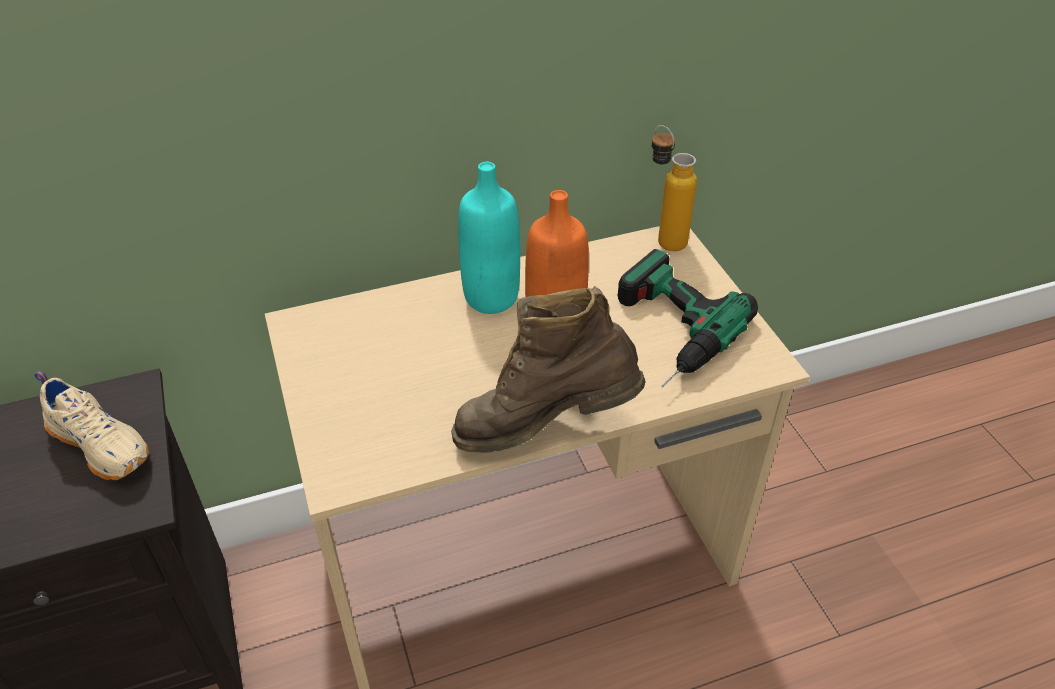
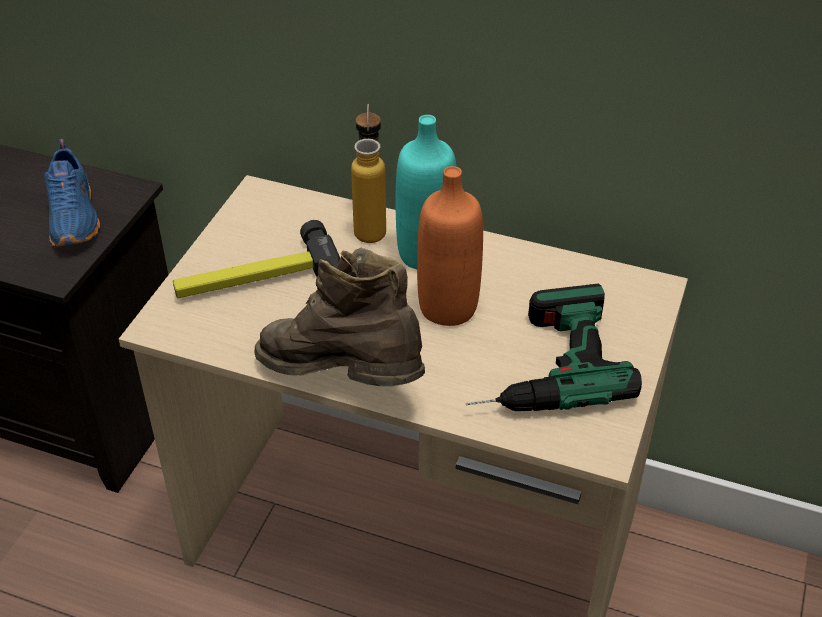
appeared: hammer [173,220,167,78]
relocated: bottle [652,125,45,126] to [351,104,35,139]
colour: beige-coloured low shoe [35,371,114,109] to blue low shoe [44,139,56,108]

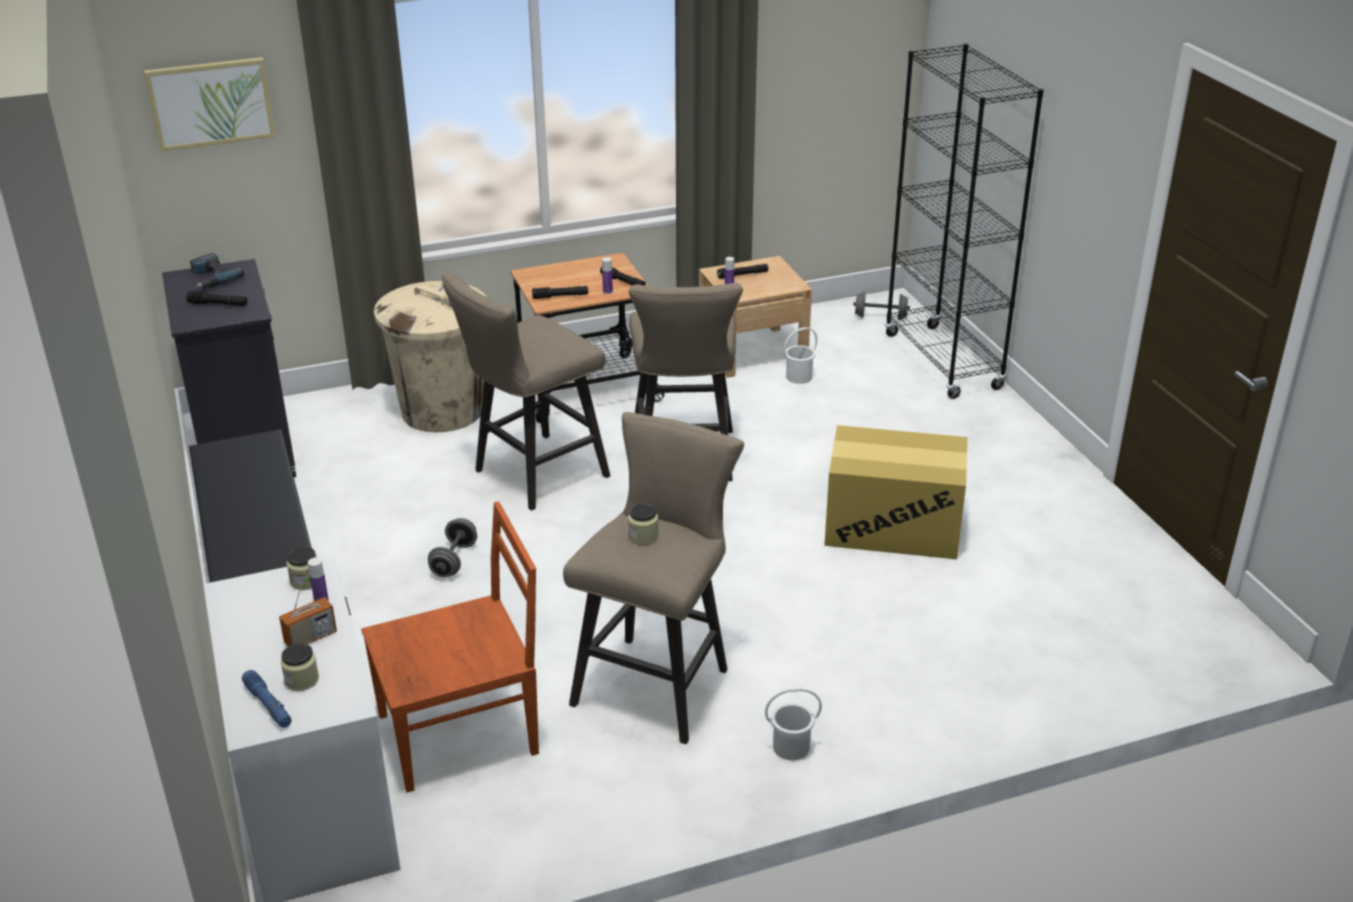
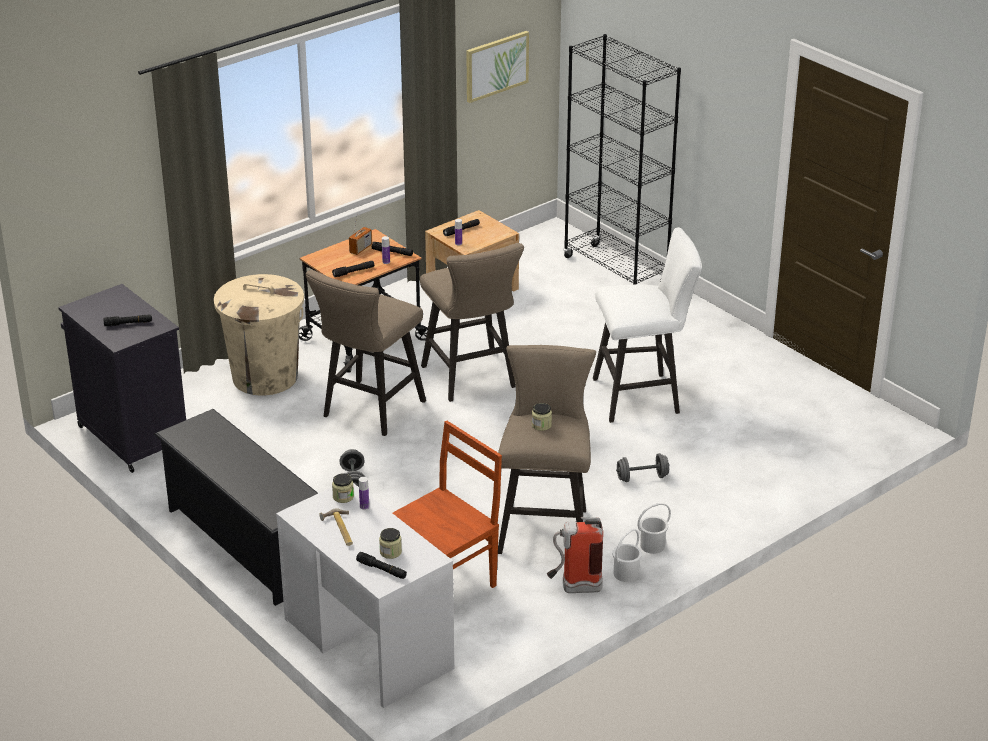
missing: drill [190,253,55,35]
appeared: hammer [320,508,33,38]; fire extinguisher [547,517,56,76]
relocated: radio set [279,572,58,74] to [349,212,23,43]; wall picture [144,57,132,95] to [466,31,63,72]; whitish water bucket [783,327,35,57] to [612,529,30,53]; greyish hand weight [853,291,57,29] to [616,453,53,29]
exchanged: cardboard box [824,425,144,134] to whitish stool [593,227,109,196]
colour: blue flashlight [242,670,50,58] to blackish flashlight [356,552,51,27]

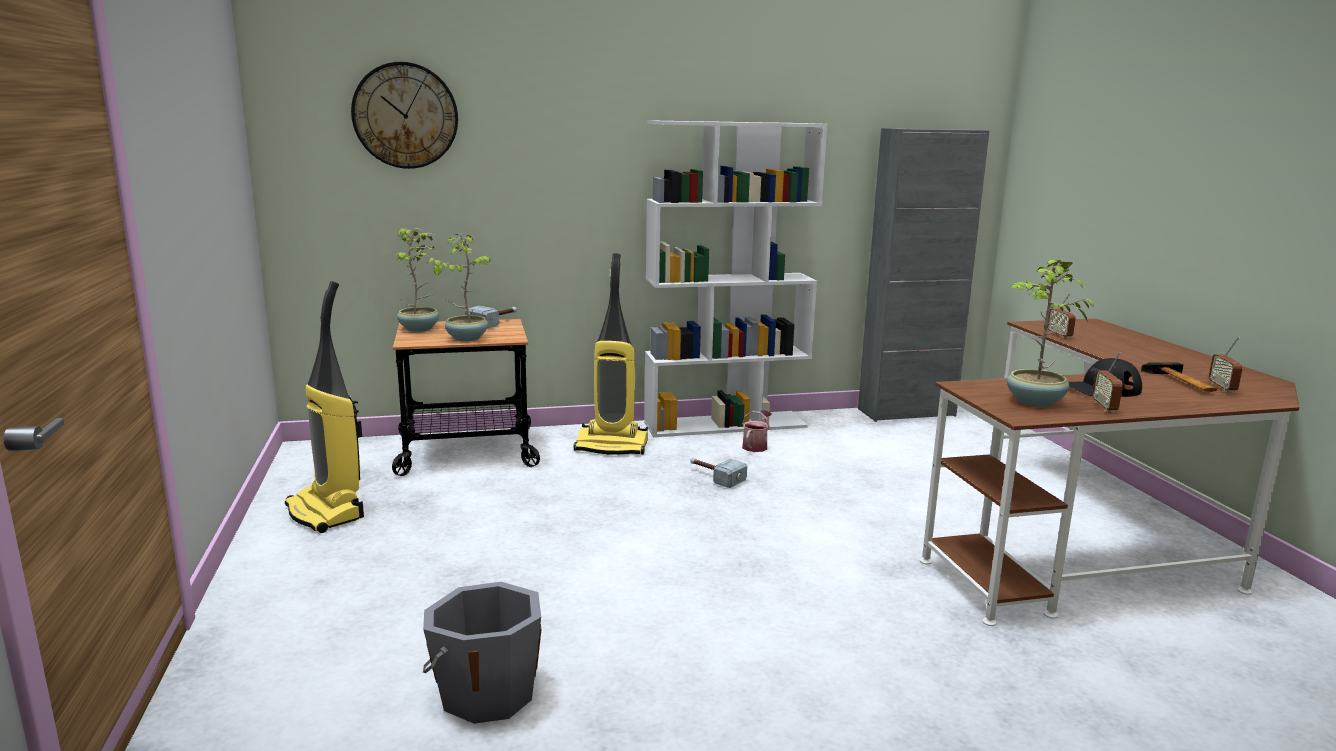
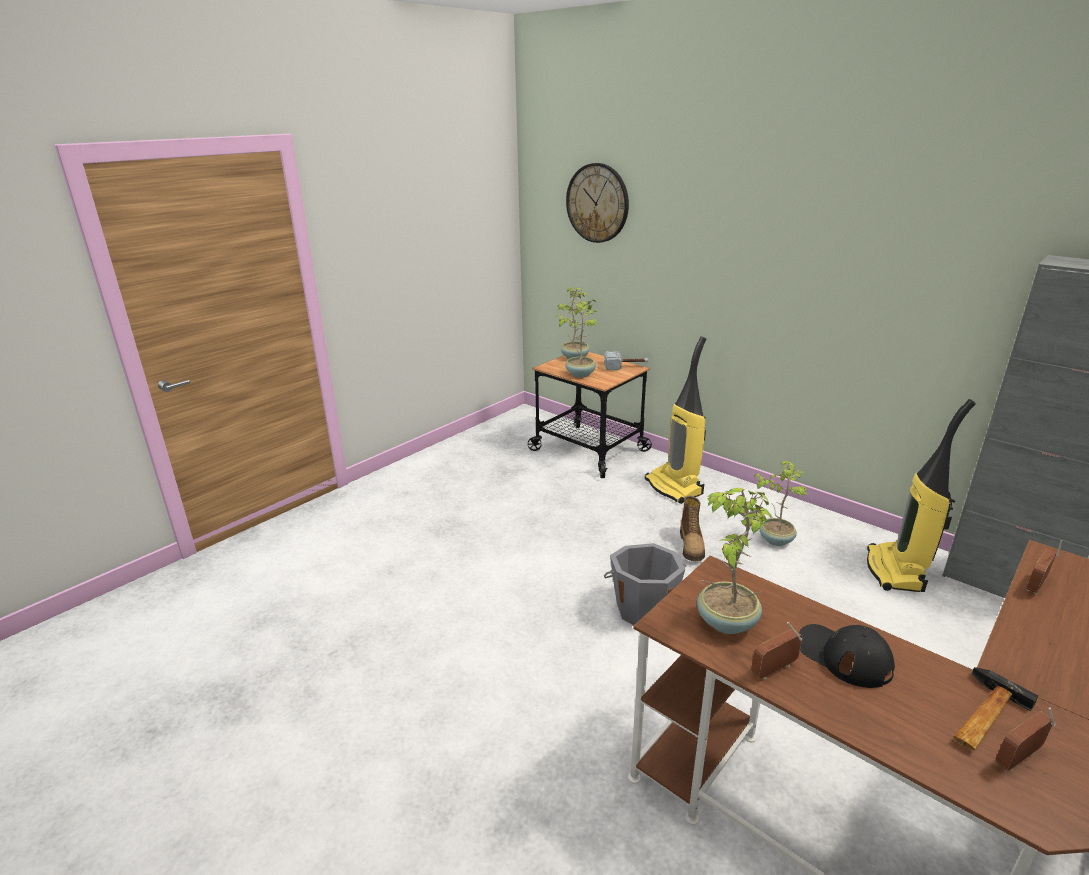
missing: whitish bookcase [644,120,184,317]
relocated: greyish water bucket [423,582,118,142] to [604,543,82,82]; vacuum [285,281,79,252] to [867,399,109,193]
exchanged: hammer [690,458,57,30] to boot [680,496,25,65]; sprinkling can [742,410,30,42] to potted plant [754,460,54,86]

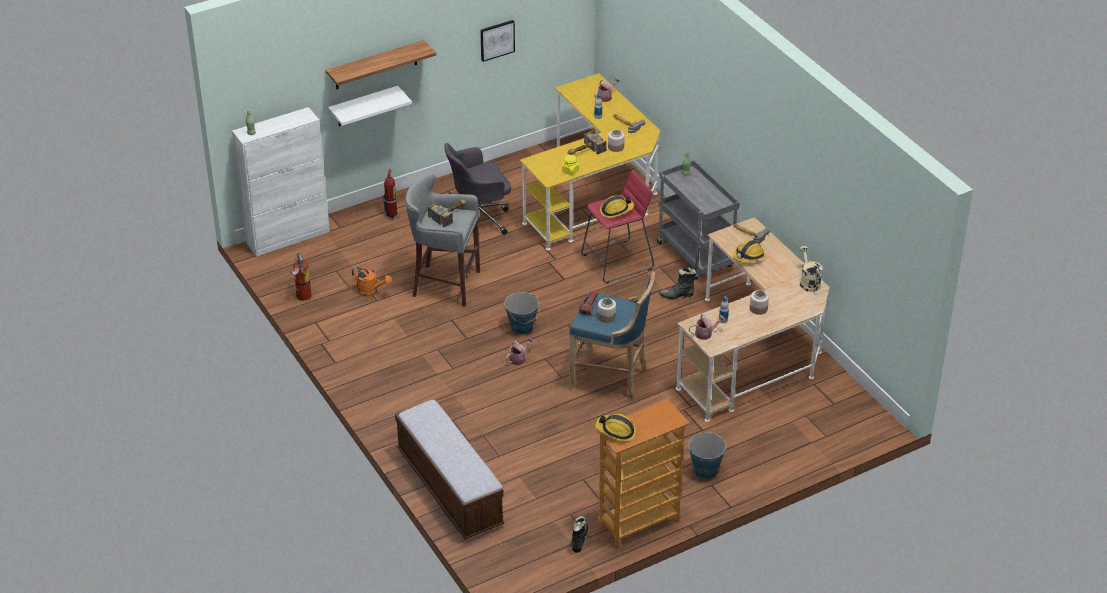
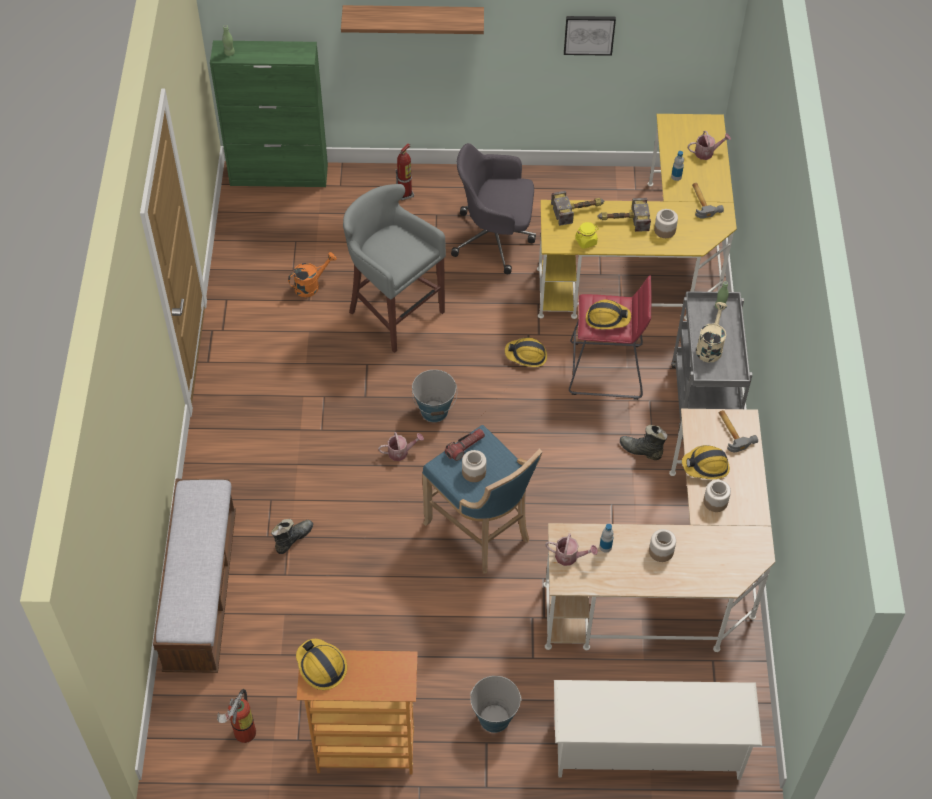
missing: whitish bracket shelf [328,86,84,40]
appeared: safety helmet [505,337,42,30]; whitish shoe stand [554,680,208,100]; storage jar [703,480,28,32]
relocated: fire extinguisher [289,253,23,48] to [217,689,39,54]; blackish boot [571,516,17,37] to [271,519,42,35]; hammer [428,199,38,29] to [551,191,53,35]; beige-coloured sprinkling can [799,246,24,46] to [696,302,31,61]
colour: whitish cupboard [232,107,98,150] to green cupboard [210,40,118,147]
spun: orangey sprinkling can [352,267,40,30] = [288,252,49,45] 90 degrees counterclockwise

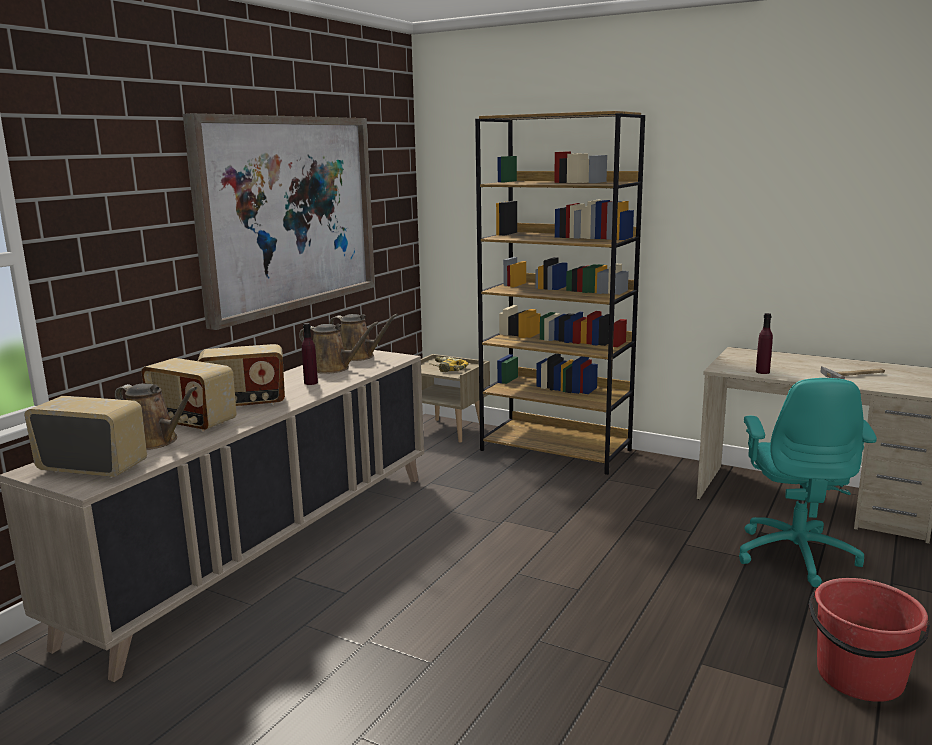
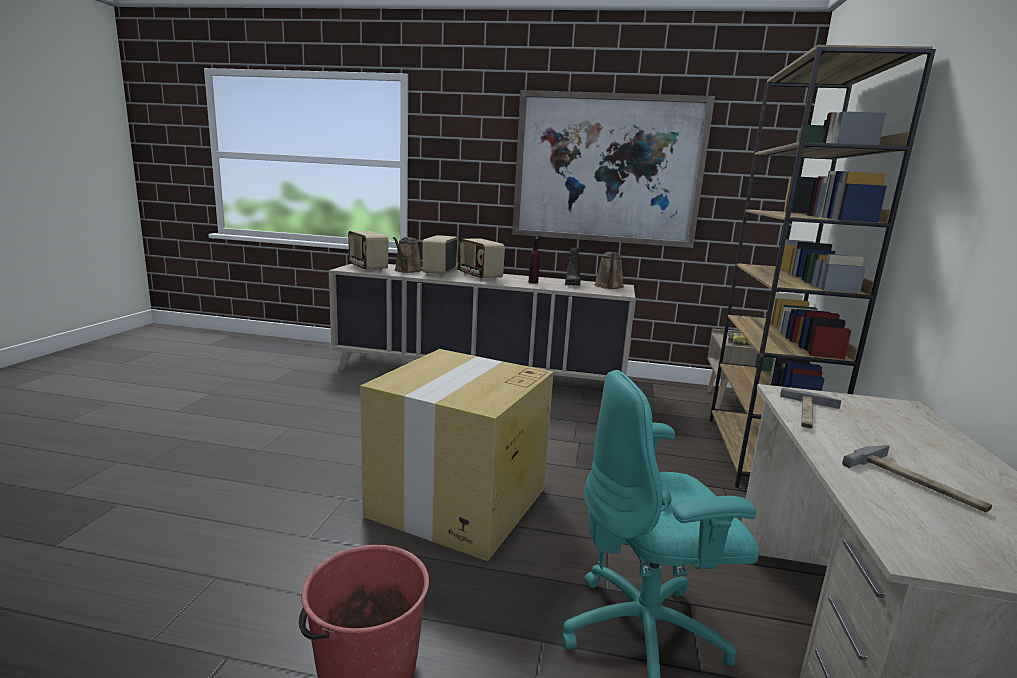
appeared: cardboard box [360,349,194,212]
exchanged: brown-coloured sprinkling can [299,322,80,52] to blackish boot [565,247,16,39]; purple-coloured bottle [756,313,17,61] to hammer [780,388,61,41]
spun: radio set [25,396,122,82] = [348,231,40,40] 150 degrees clockwise

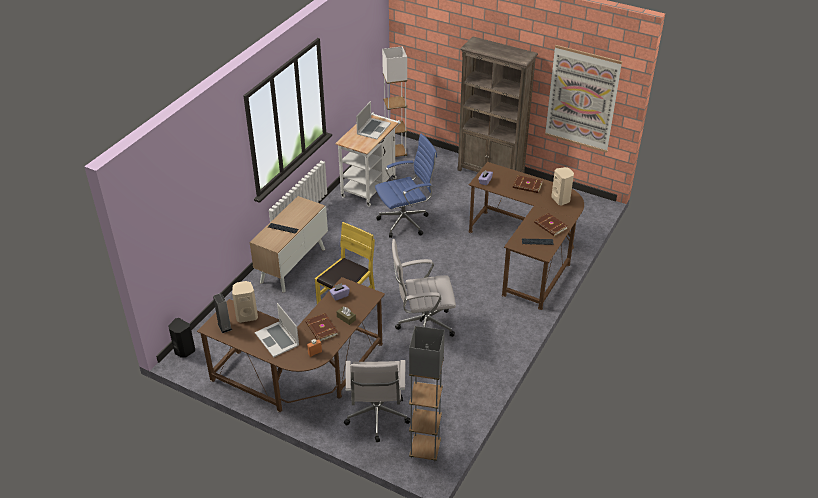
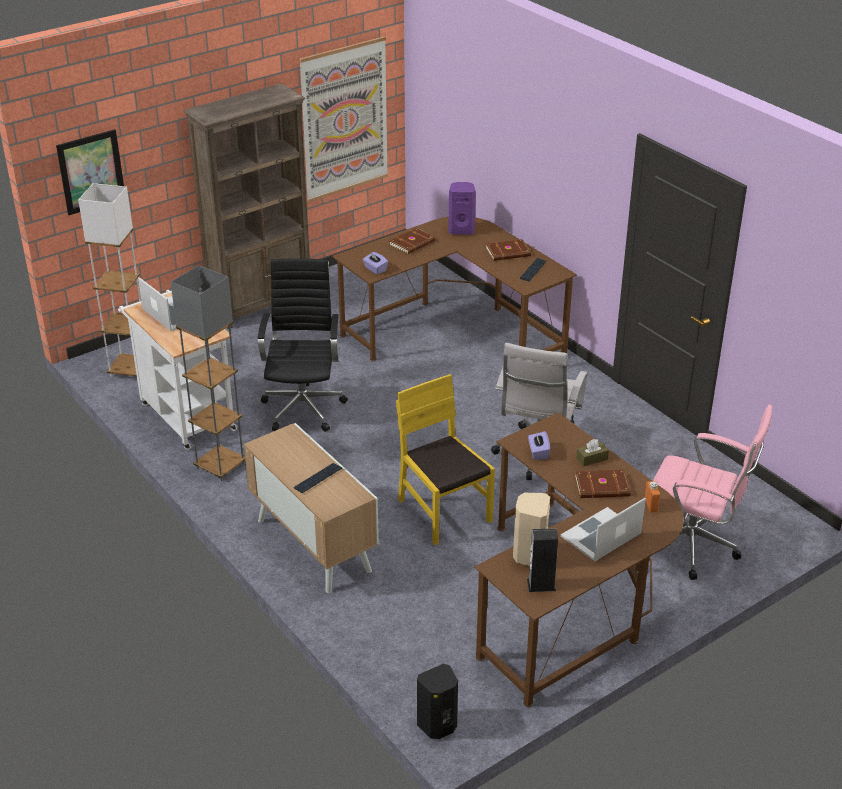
appeared: wall picture [56,129,68,86]
relocated: greyish floor lamp [409,326,36,136] to [171,265,74,216]
colour: blue office chair [375,134,62,104] to blackish office chair [258,258,90,174]; beige-coloured speaker [551,167,23,39] to purple-coloured speaker [448,182,28,53]; whitish office chair [344,360,66,82] to pink office chair [653,404,119,176]
spun: notebook computer [255,303,44,54] = [561,498,85,63] 150 degrees clockwise

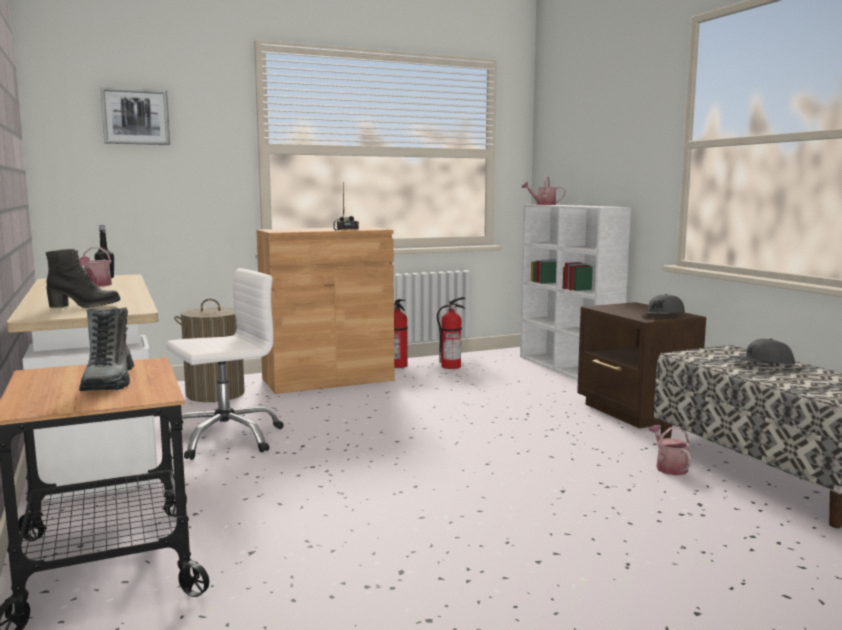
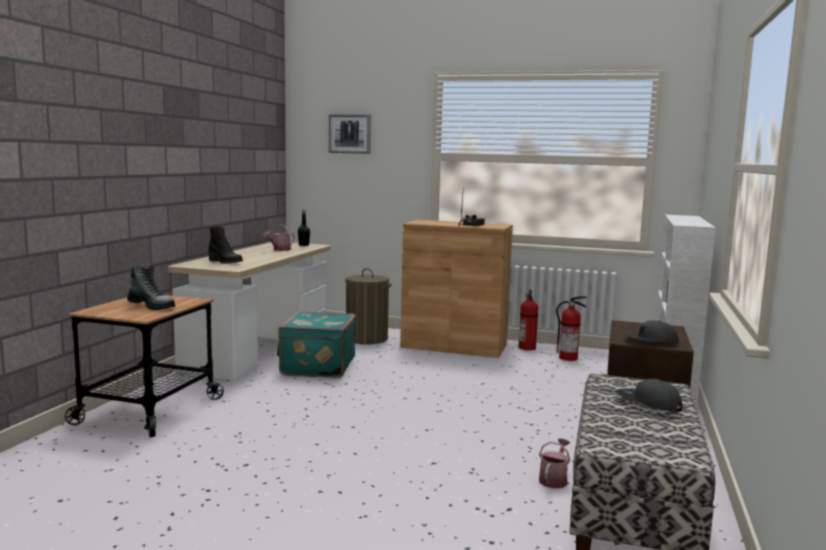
missing: sprinkling can [522,176,43,29]
exchanged: whitish office chair [166,268,118,192] to turquoise travel case [277,311,79,67]
spun: boot [79,307,55,84] = [127,264,48,46] 90 degrees counterclockwise

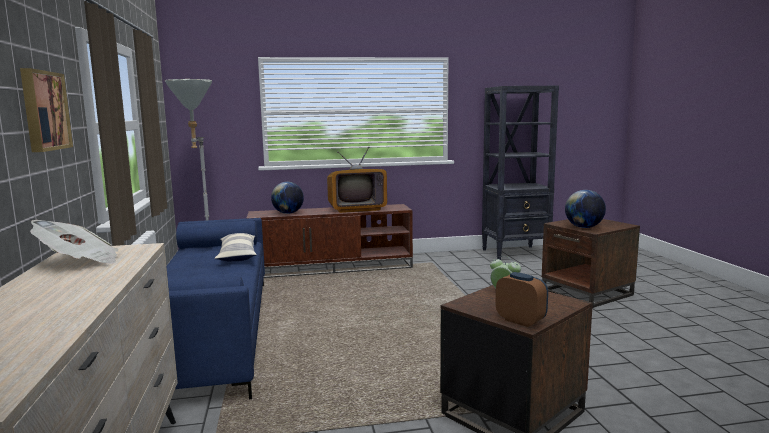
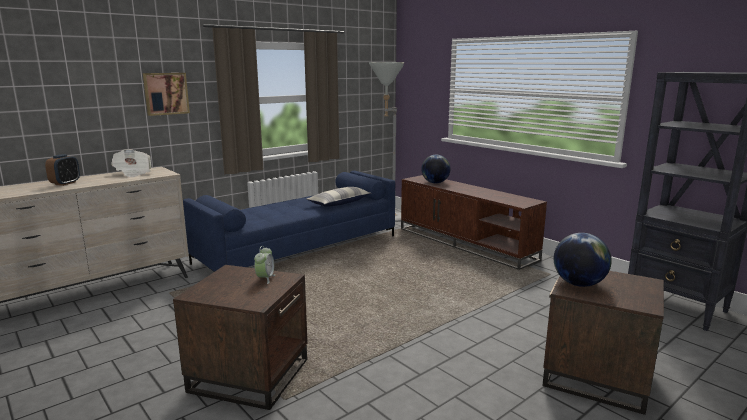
missing: TV set [327,147,60,66]
relocated: bedside clock [496,272,52,55] to [45,154,35,32]

